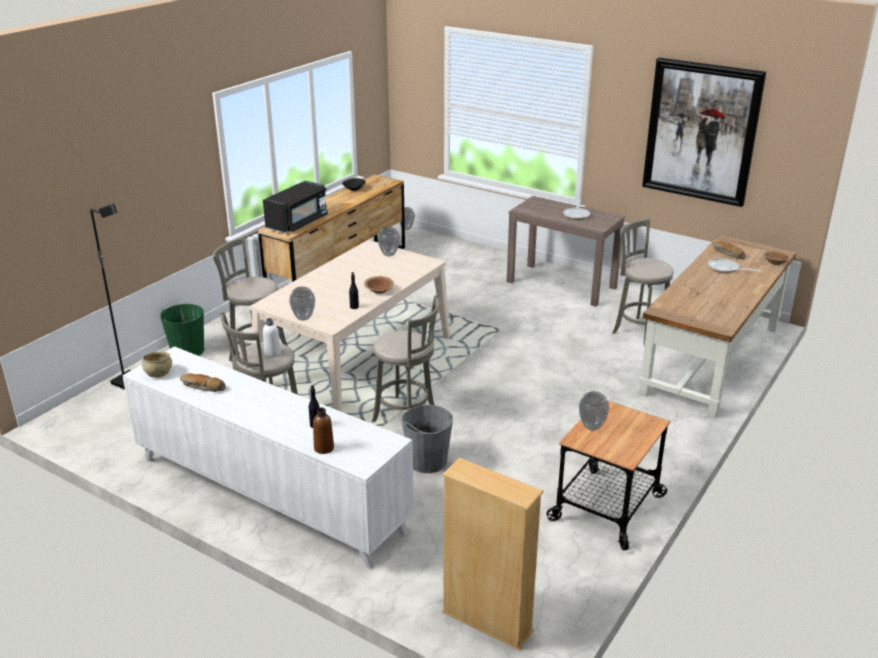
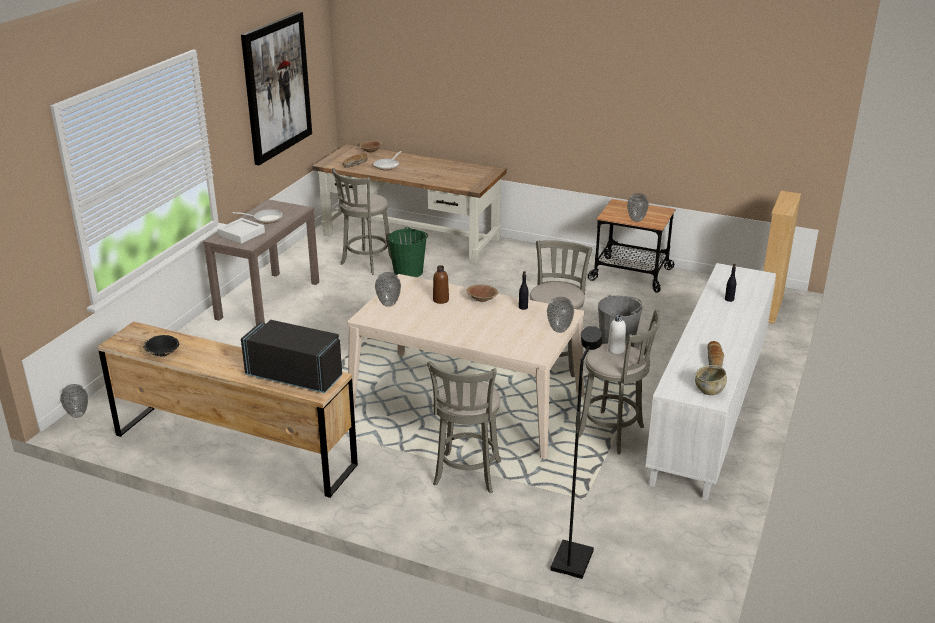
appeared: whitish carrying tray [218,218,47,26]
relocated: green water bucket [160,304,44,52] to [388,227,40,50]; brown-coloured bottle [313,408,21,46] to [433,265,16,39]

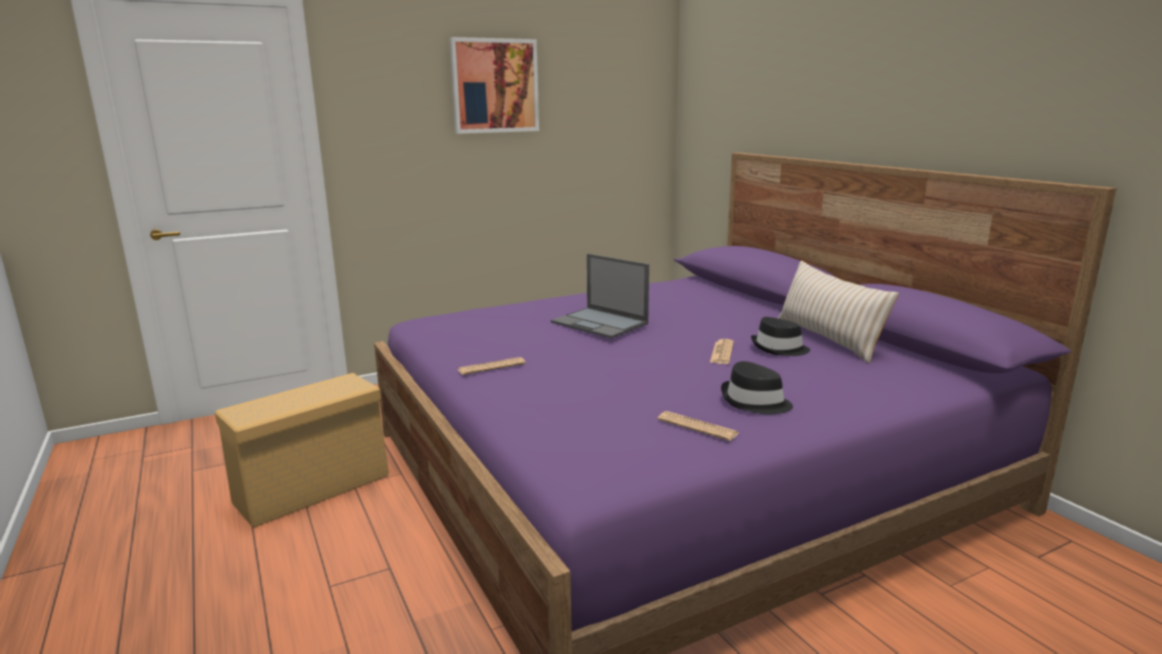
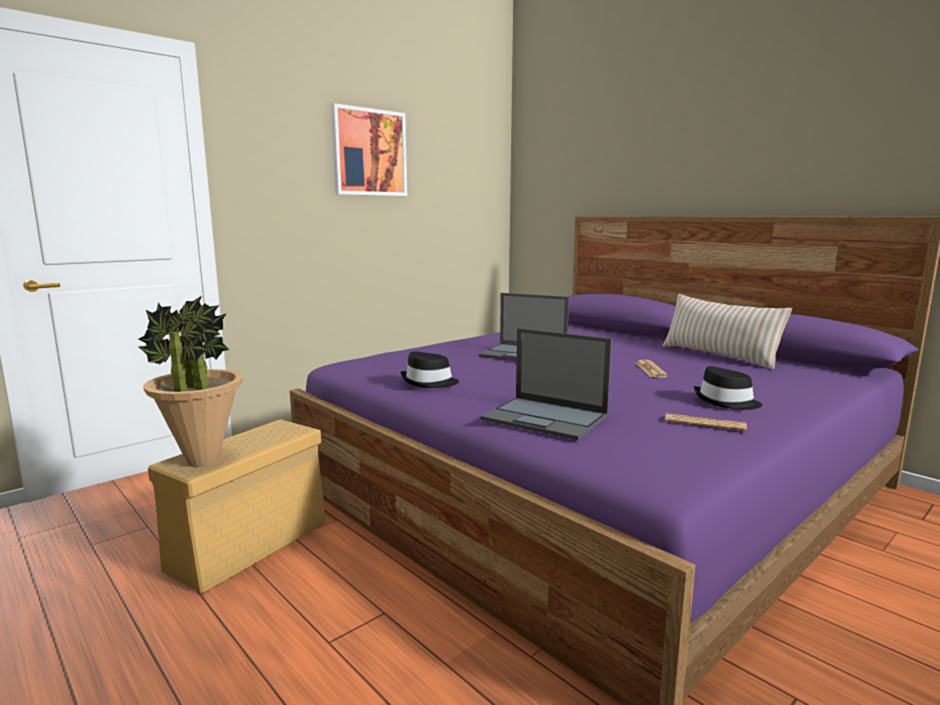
missing: newspaper [458,357,68,18]
appeared: potted plant [139,296,105,171]; notebook computer [480,328,132,112]
relocated: blackish hat [751,317,59,39] to [400,351,59,37]

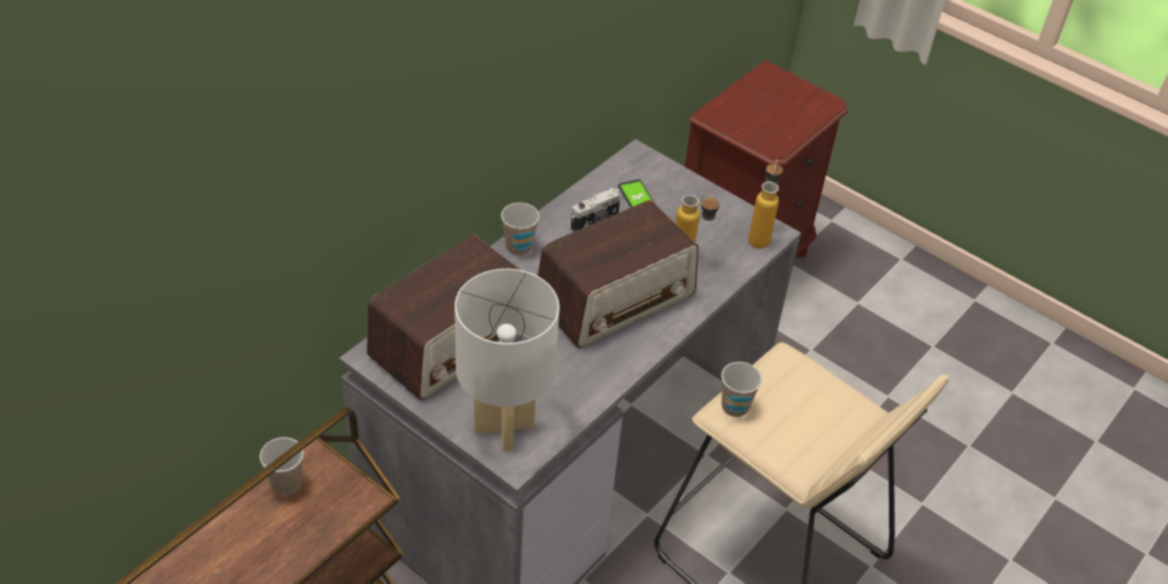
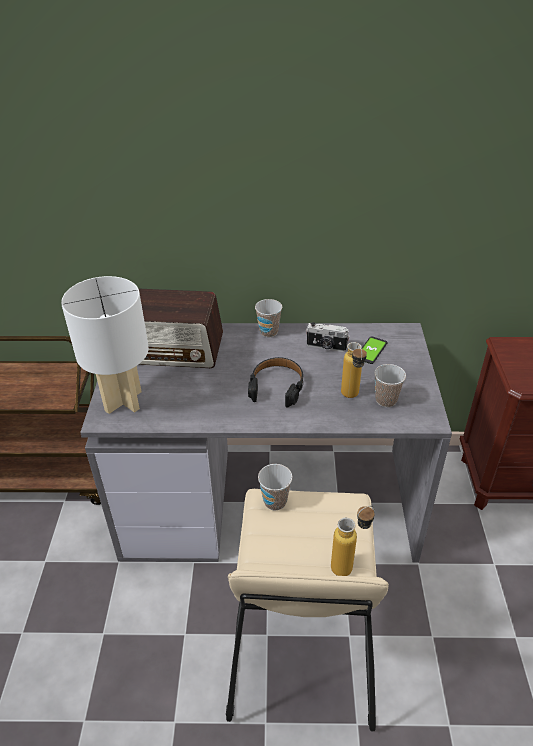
relocated: bottle [748,159,35,90] to [331,506,44,70]; drinking cup [260,437,44,58] to [374,364,32,43]
exchanged: radio set [538,200,160,148] to blackish headphones [248,357,56,51]

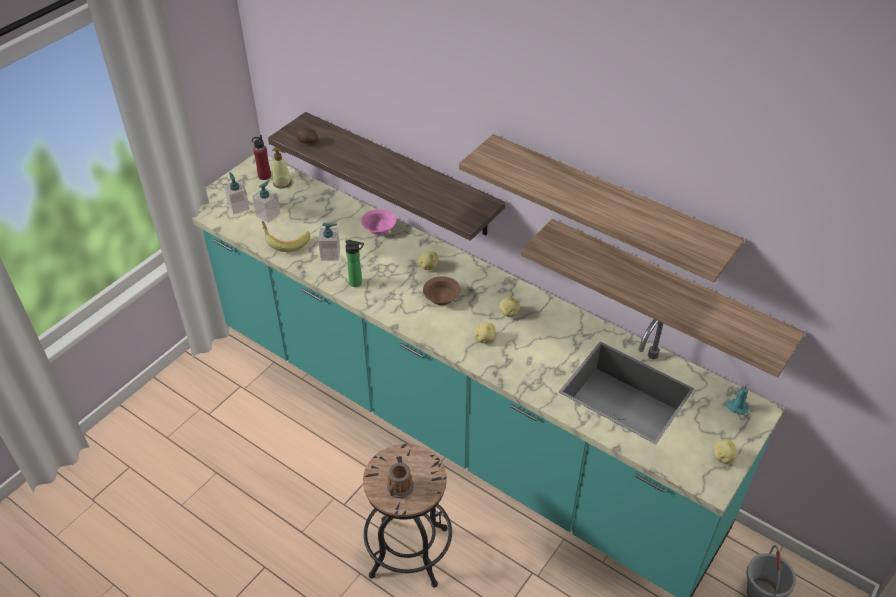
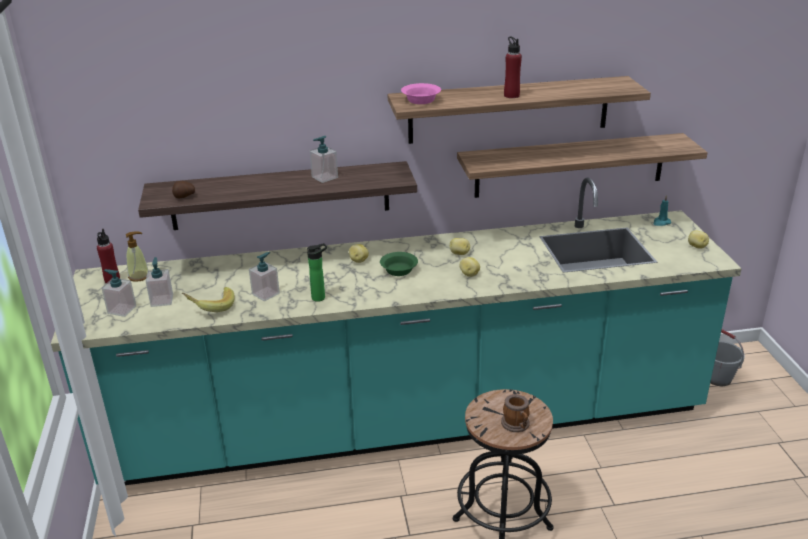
appeared: soap bottle [310,136,28,47]; red bottle [504,36,18,62]
relocated: pink bowl [361,209,35,26] to [401,83,40,21]
colour: brown-coloured bowl [423,276,38,29] to green bowl [380,252,38,24]

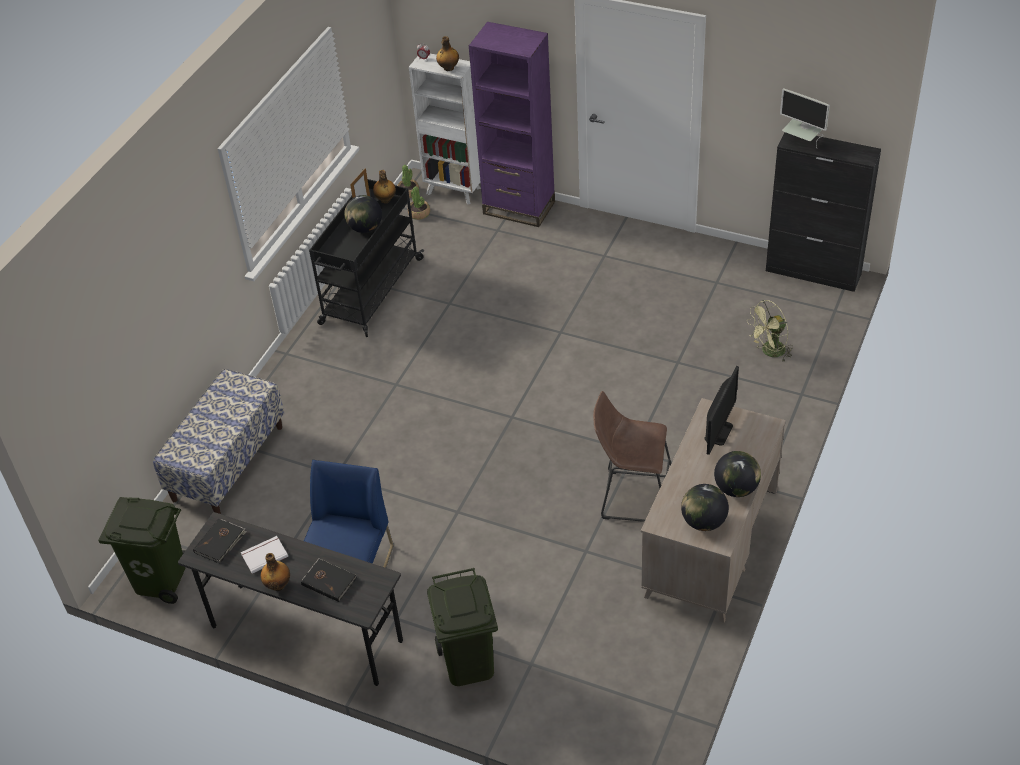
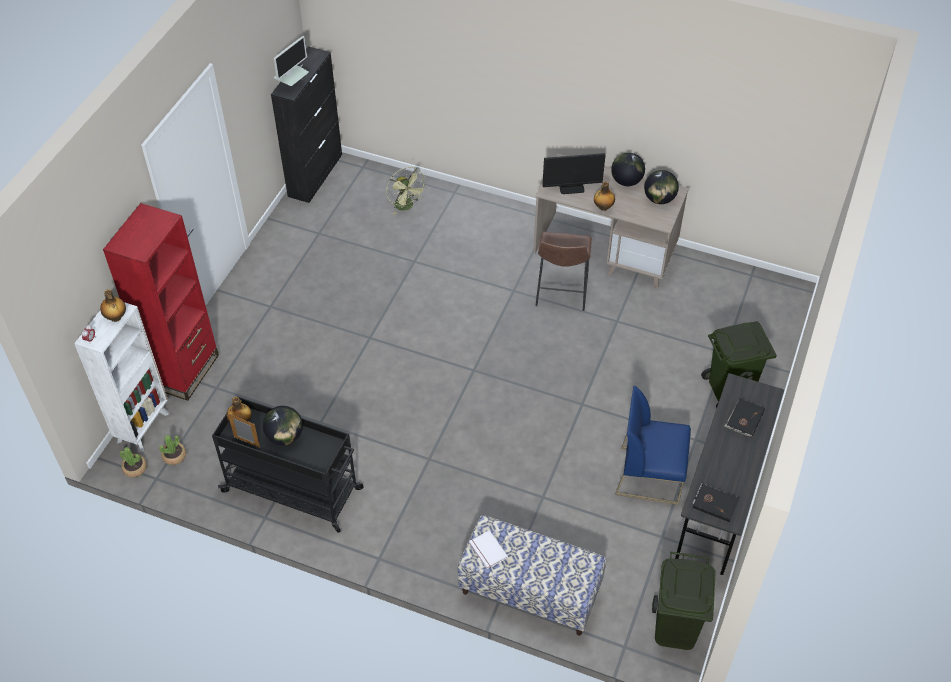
relocated: whitish bound book [241,536,47,38] to [469,530,39,39]; bottle [261,553,29,38] to [594,182,21,29]
colour: purple-coloured bookcase [469,22,86,205] to red bookcase [103,203,116,198]
spun: computer display [704,366,35,89] = [542,153,64,41] 150 degrees clockwise

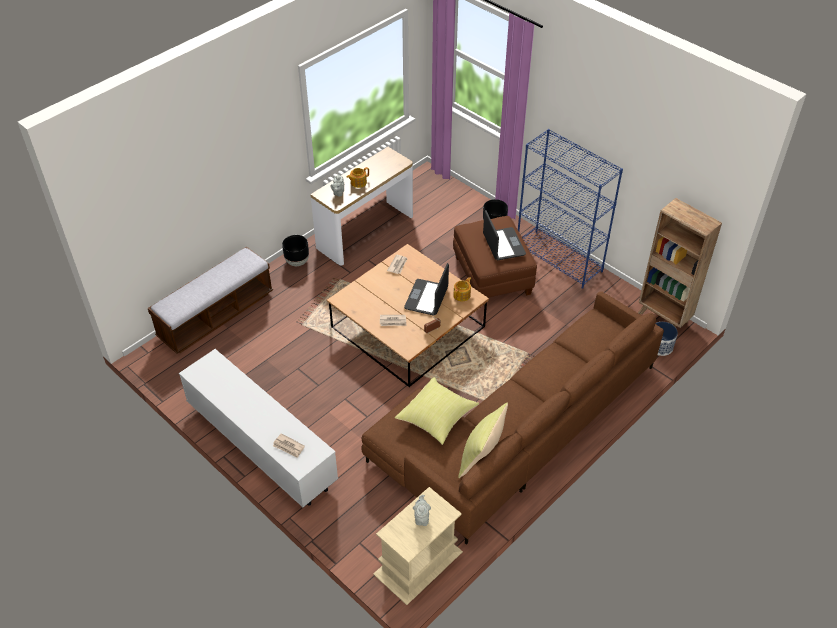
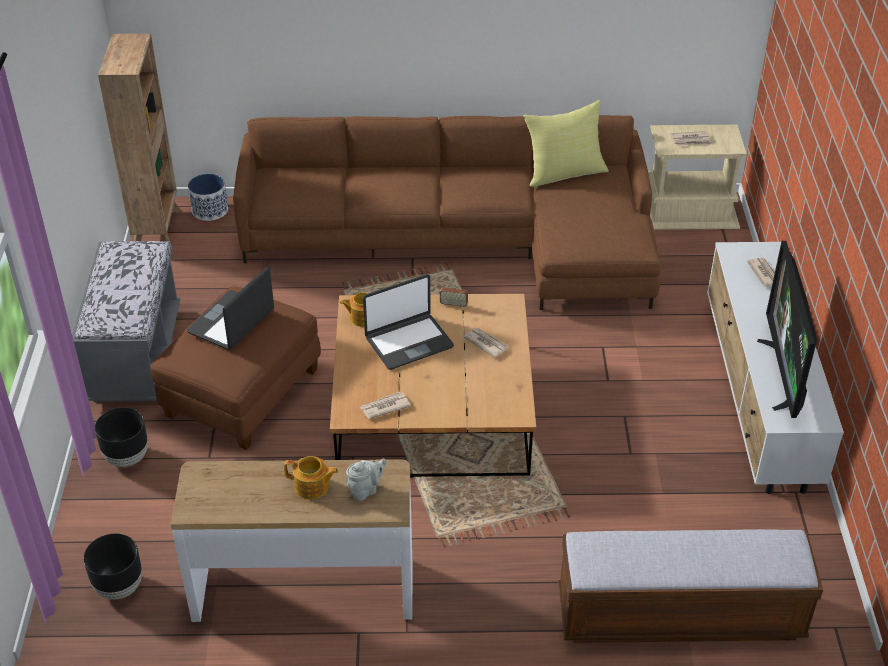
missing: yellowish throw pillow [395,377,84,68]
appeared: TV set [757,241,60,177]
relocated: blackish planter [282,235,27,31] to [83,533,59,67]
exchanged: blue bookcase [518,129,105,160] to greyish indoor bench [72,241,108,161]; greyish teapot [413,495,18,31] to newspaper [671,131,41,15]

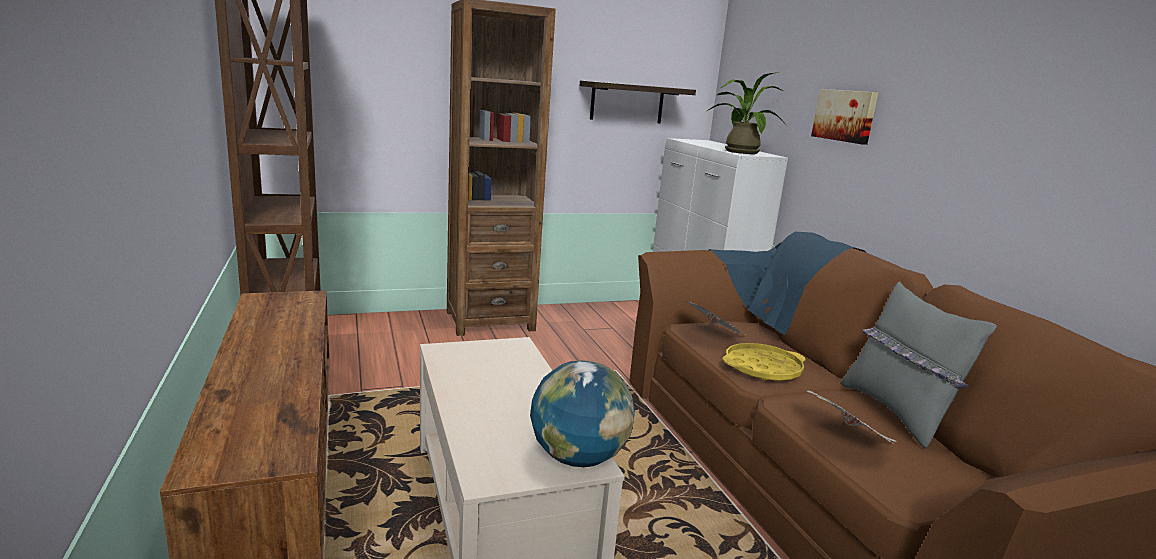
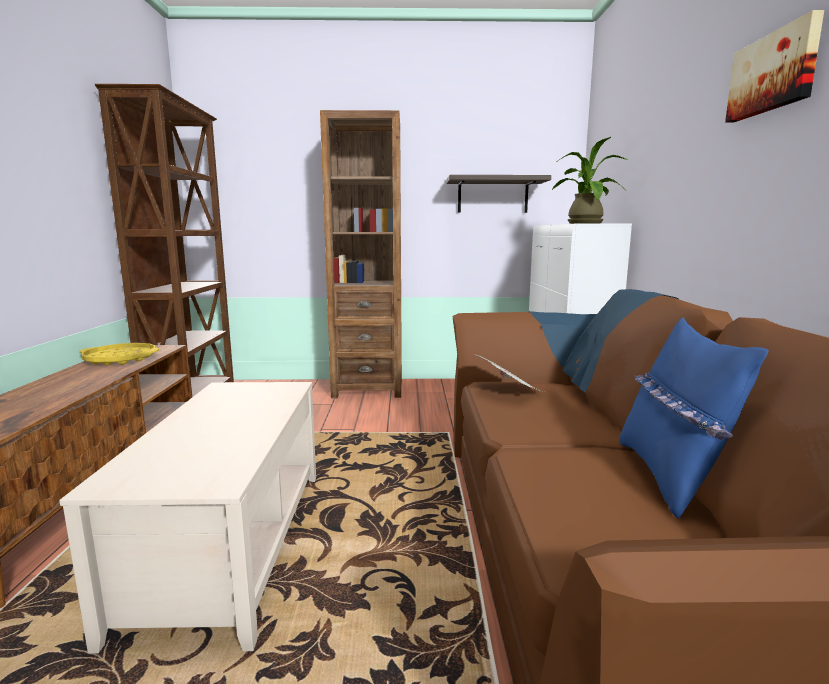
missing: desk globe [530,361,105,106]; newspaper [807,391,90,53]
relocated: yellowish carrying tray [723,343,83,38] to [79,343,80,22]; wall picture [811,89,67,56] to [725,10,99,112]
colour: greyish throw pillow [840,281,157,167] to blue throw pillow [619,317,150,202]

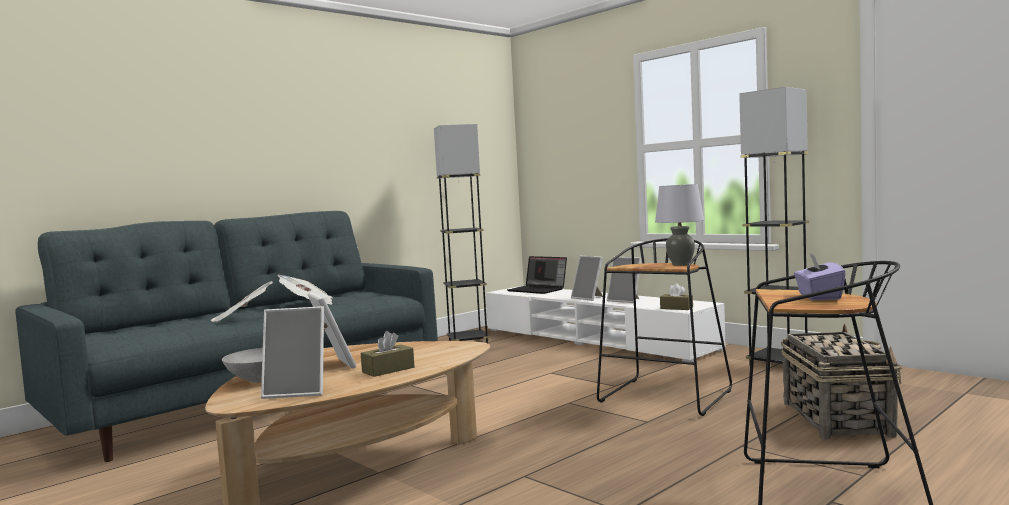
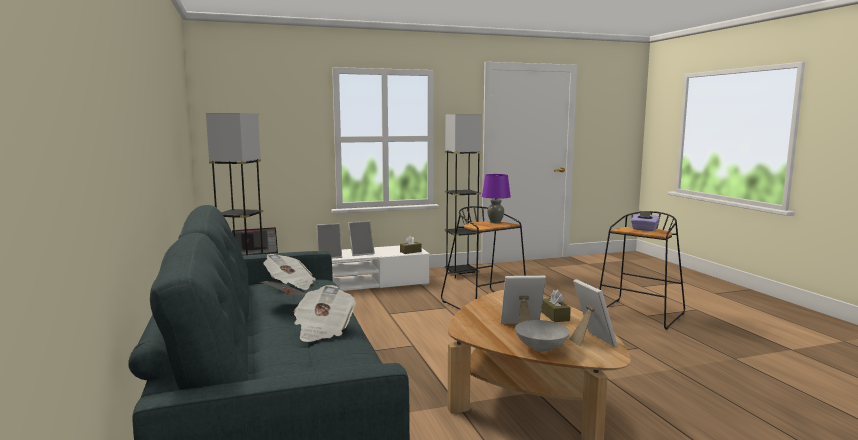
missing: storage basket [781,324,121,116]
appeared: newspaper [263,254,53,36]
colour: greyish table lamp [655,184,49,82] to purple-coloured table lamp [482,174,29,49]
spun: standing frame [261,306,63,93] = [569,279,48,68] 45 degrees counterclockwise

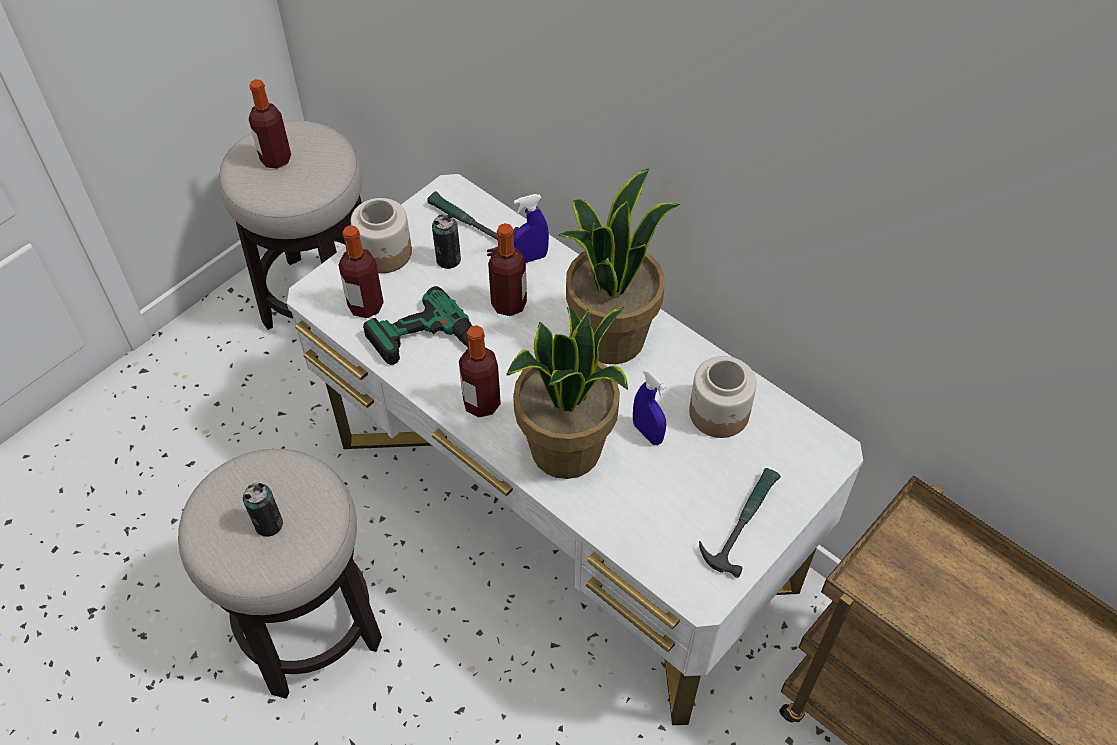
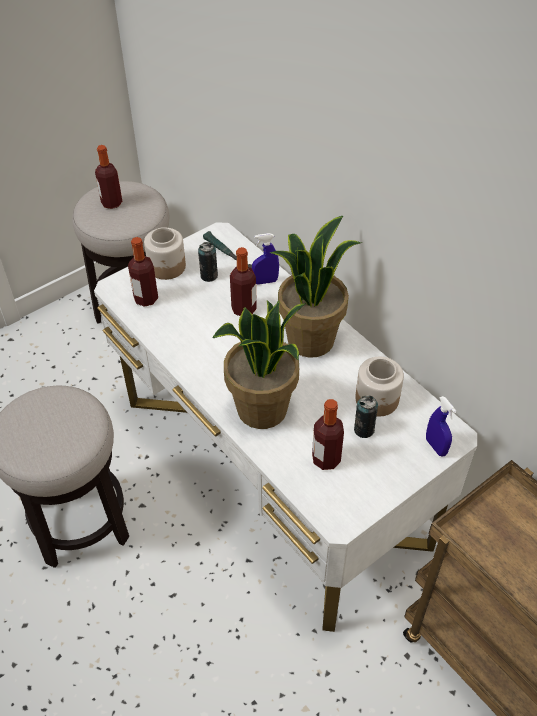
missing: drill [363,286,109,79]; hammer [699,468,82,110]
relocated: bottle [459,325,42,93] to [312,399,32,71]; sealed can [243,483,40,54] to [354,395,24,43]; blue spray bottle [633,369,34,76] to [426,396,31,61]

